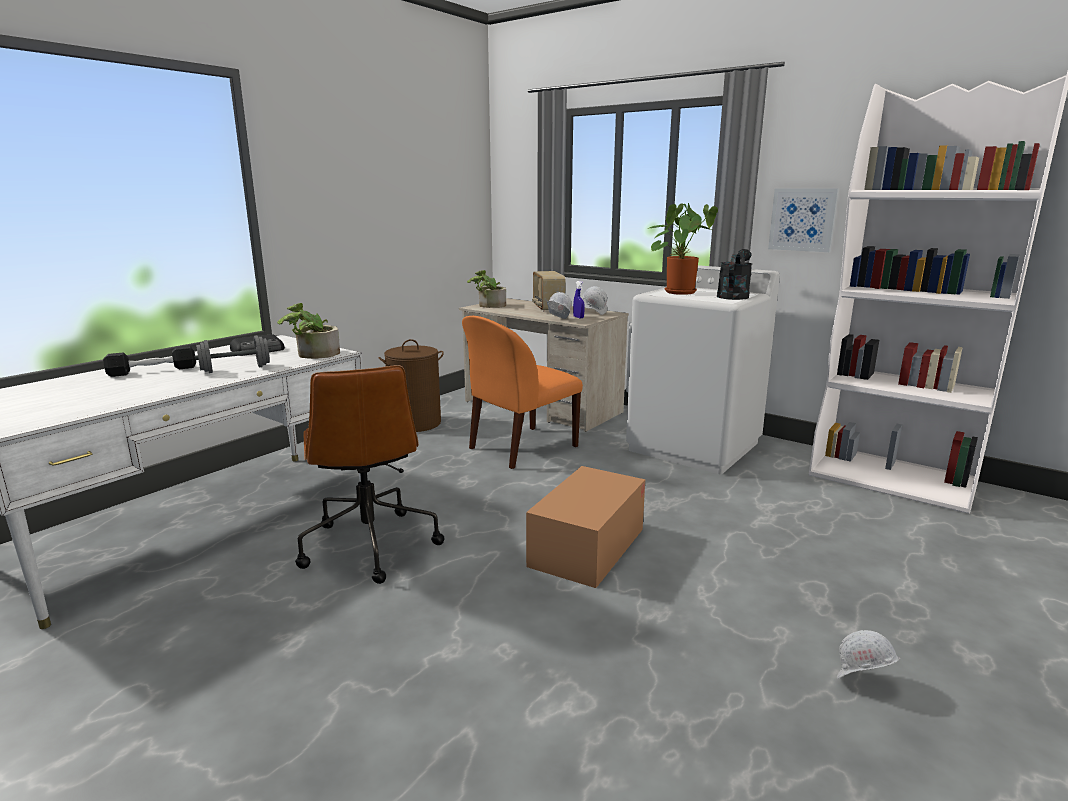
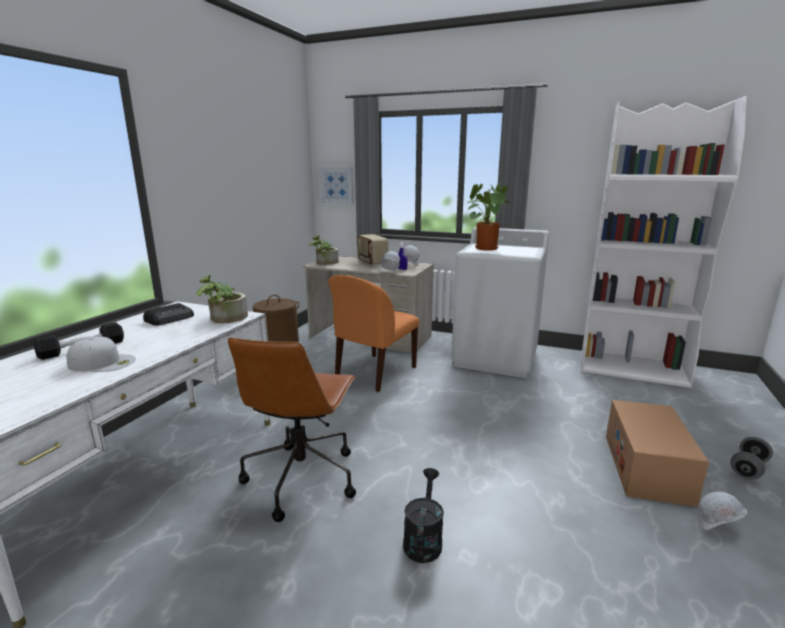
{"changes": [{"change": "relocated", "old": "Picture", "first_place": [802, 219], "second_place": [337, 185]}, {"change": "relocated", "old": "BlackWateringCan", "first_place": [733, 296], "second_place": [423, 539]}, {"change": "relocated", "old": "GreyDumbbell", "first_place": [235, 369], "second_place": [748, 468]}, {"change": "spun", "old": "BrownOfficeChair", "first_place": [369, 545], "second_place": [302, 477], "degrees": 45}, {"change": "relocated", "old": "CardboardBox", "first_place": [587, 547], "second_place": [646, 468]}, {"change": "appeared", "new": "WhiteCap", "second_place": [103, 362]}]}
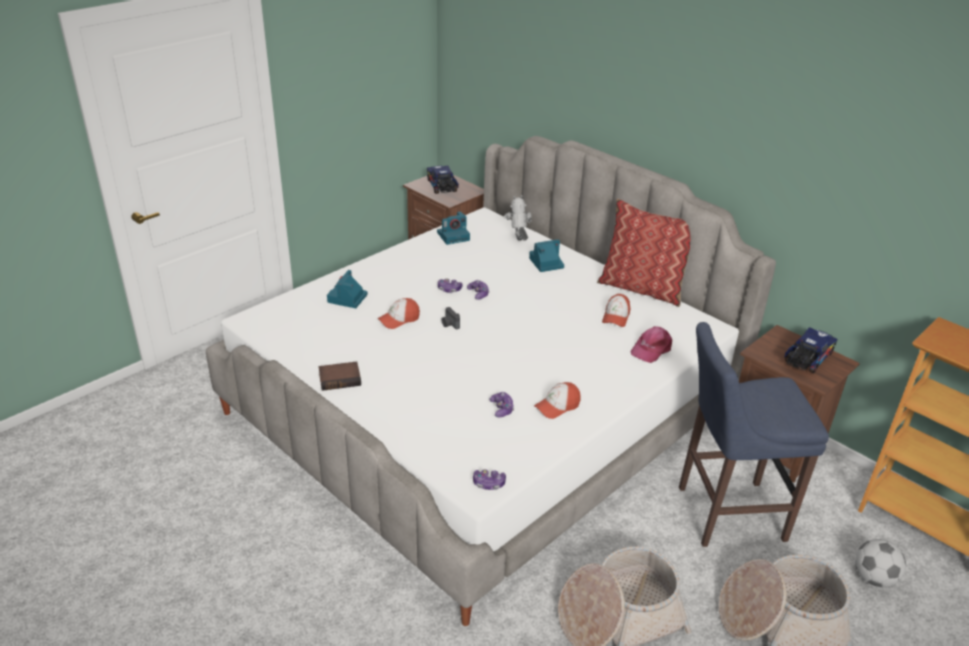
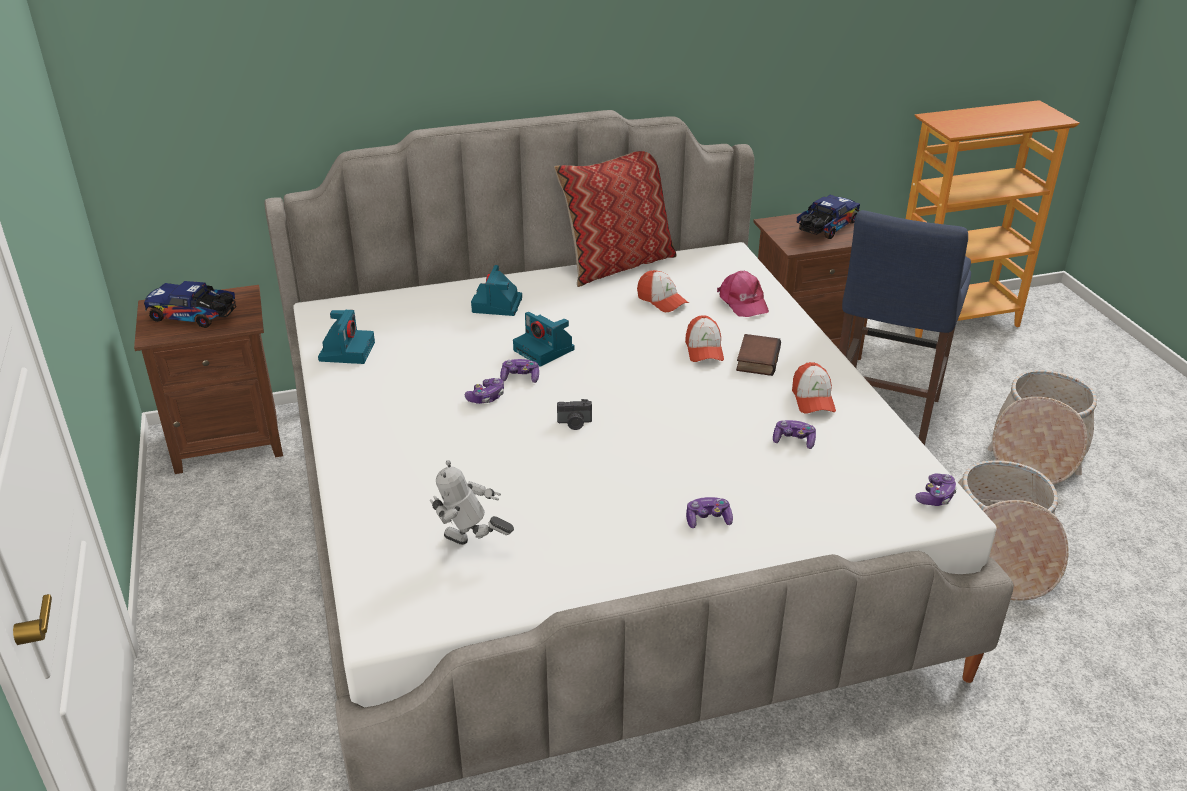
{"changes": [{"change": "relocated", "old": "ToyRobot", "first_place": [518, 242], "second_place": [471, 547]}, {"change": "relocated", "old": "PhotoCamera", "first_place": [347, 299], "second_place": [545, 350]}, {"change": "relocated", "old": "Cap", "first_place": [399, 319], "second_place": [704, 350]}, {"change": "spun", "old": "ToyTruck", "first_place": [806, 359], "second_place": [825, 228], "degrees": 60}, {"change": "relocated", "old": "Book", "first_place": [340, 379], "second_place": [756, 359]}, {"change": "missing", "old": "Football", "first_place": [873, 578]}, {"change": "appeared", "new": "GameController", "second_place": [708, 519]}]}
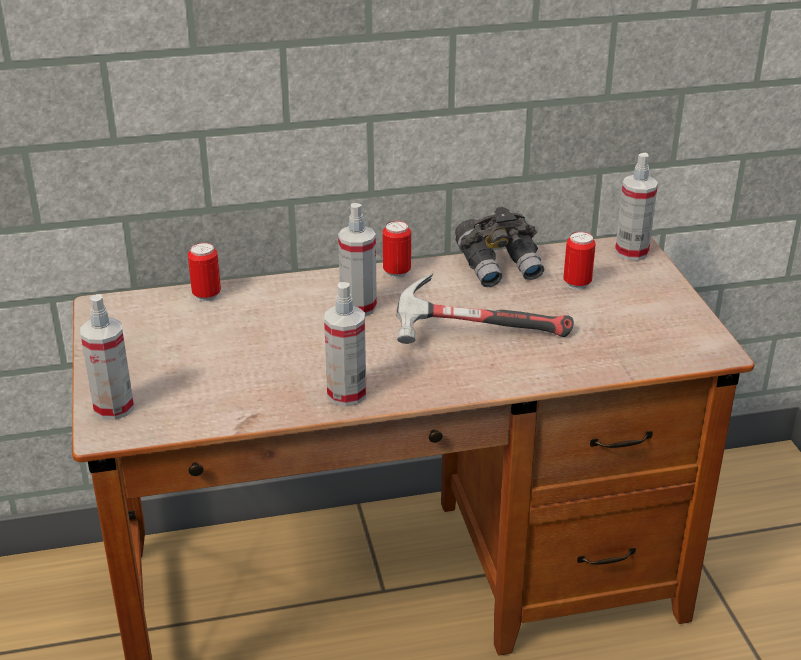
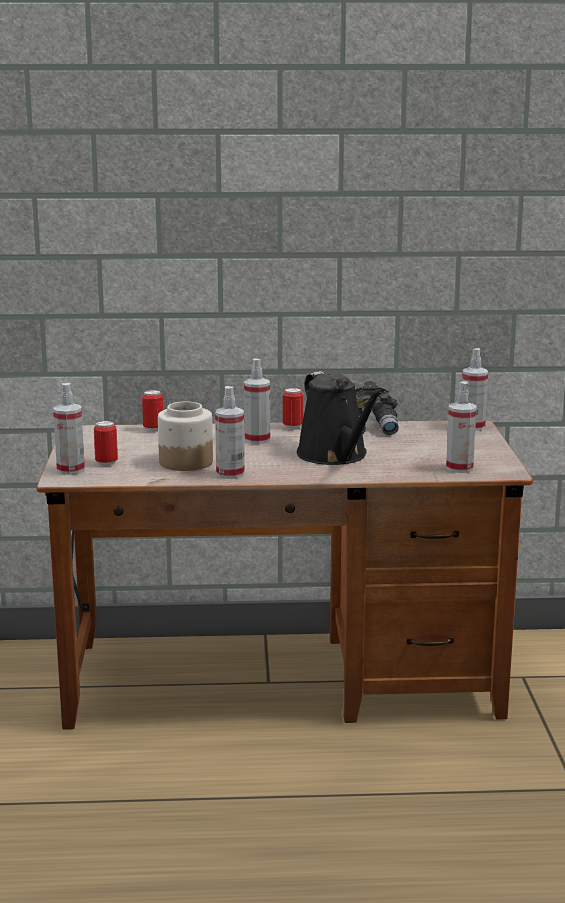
{"changes": [{"change": "relocated", "old": "Can", "first_place": [577, 284], "second_place": [106, 463]}, {"change": "exchanged", "old": "Hammer", "new": "BlackWateringCan", "first_place": [477, 335], "second_place": [335, 456]}, {"change": "appeared", "new": "SprayBottle", "second_place": [459, 468]}, {"change": "appeared", "new": "Jar", "second_place": [185, 462]}]}
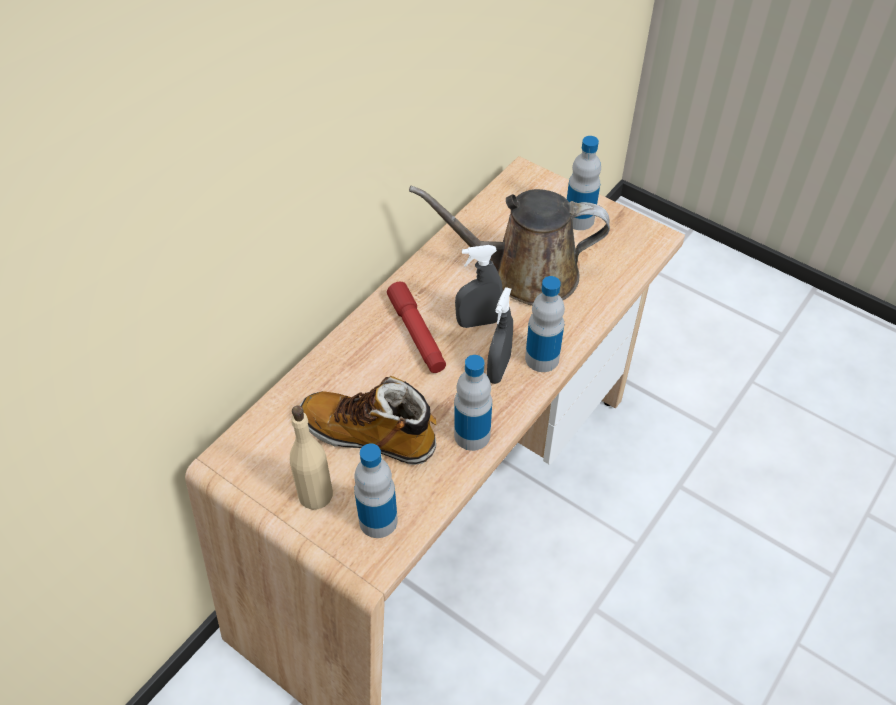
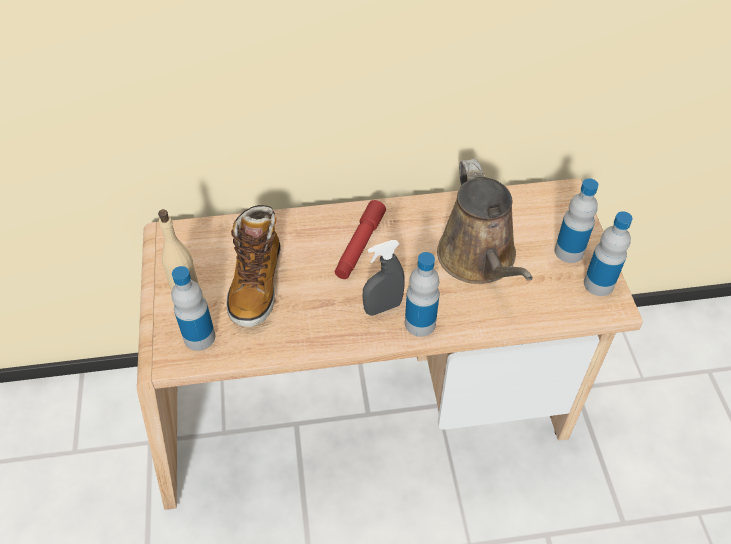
{"changes": [{"change": "spun", "old": "BrownWateringCan", "first_place": [524, 274], "second_place": [479, 260], "degrees": -150}, {"change": "missing", "old": "GreySprayBottle", "first_place": [478, 322]}, {"change": "relocated", "old": "Bottle", "first_place": [472, 435], "second_place": [598, 284]}, {"change": "spun", "old": "Boot", "first_place": [370, 435], "second_place": [256, 284], "degrees": -150}]}
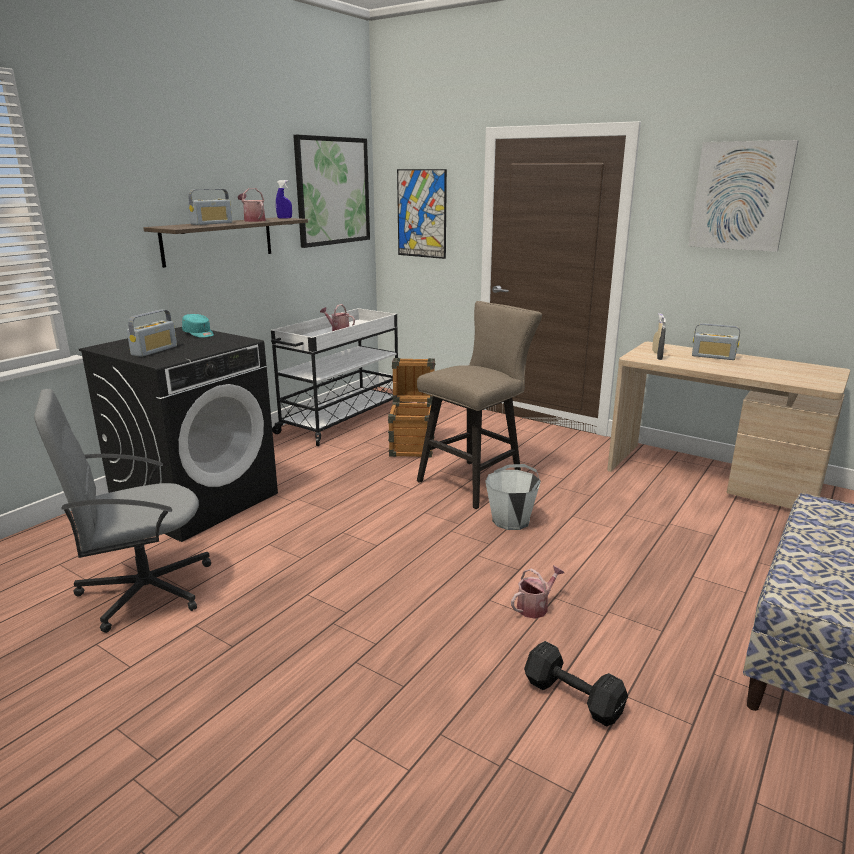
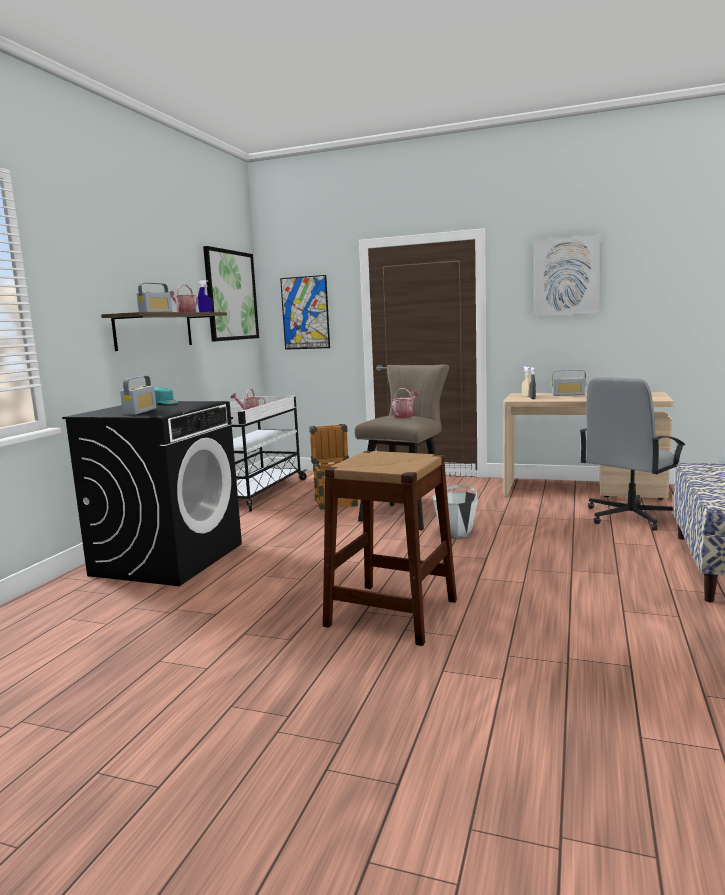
{"changes": [{"change": "relocated", "old": "GreyOfficeChair", "first_place": [144, 590], "second_place": [629, 517]}, {"change": "relocated", "old": "WateringCan", "first_place": [535, 606], "second_place": [405, 416]}, {"change": "missing", "old": "BlackDumbbell", "first_place": [571, 696]}, {"change": "appeared", "new": "BrownStool", "second_place": [392, 612]}]}
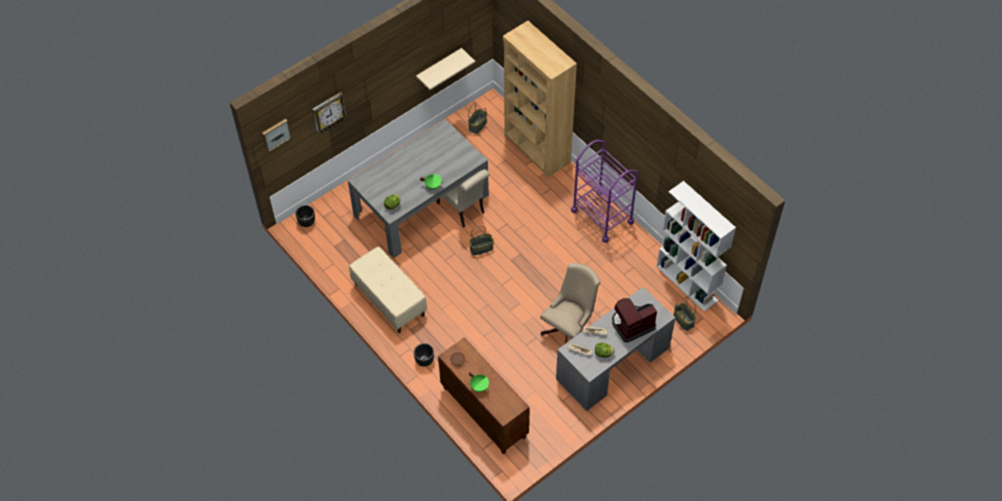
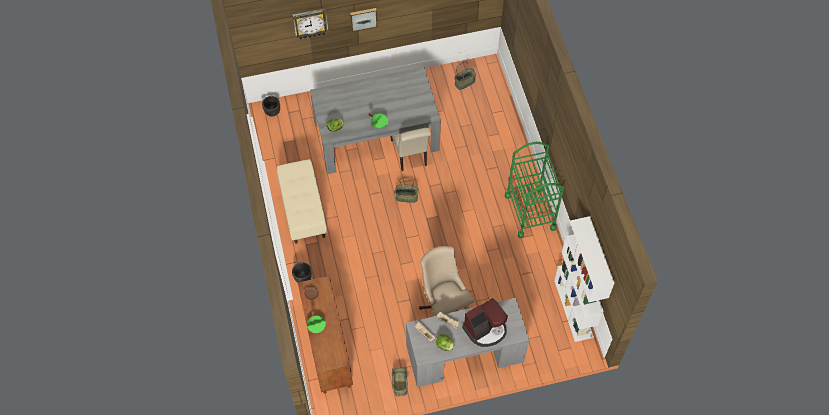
{"changes": [{"change": "missing", "old": "BrownBookcase", "first_place": [537, 149]}, {"change": "missing", "old": "BeigeShelf", "first_place": [439, 67]}, {"change": "relocated", "old": "Picture", "first_place": [276, 134], "second_place": [363, 18]}, {"change": "colour", "old": "PurpleCart", "new": "GreenCart", "first_place": [602, 216], "second_place": [530, 212]}, {"change": "spun", "old": "BeigeOfficeChair", "first_place": [569, 328], "second_place": [444, 304], "degrees": -90}, {"change": "spun", "old": "CoffeeMachine", "first_place": [632, 324], "second_place": [485, 329], "degrees": 150}, {"change": "relocated", "old": "Basket", "first_place": [684, 320], "second_place": [400, 384]}]}
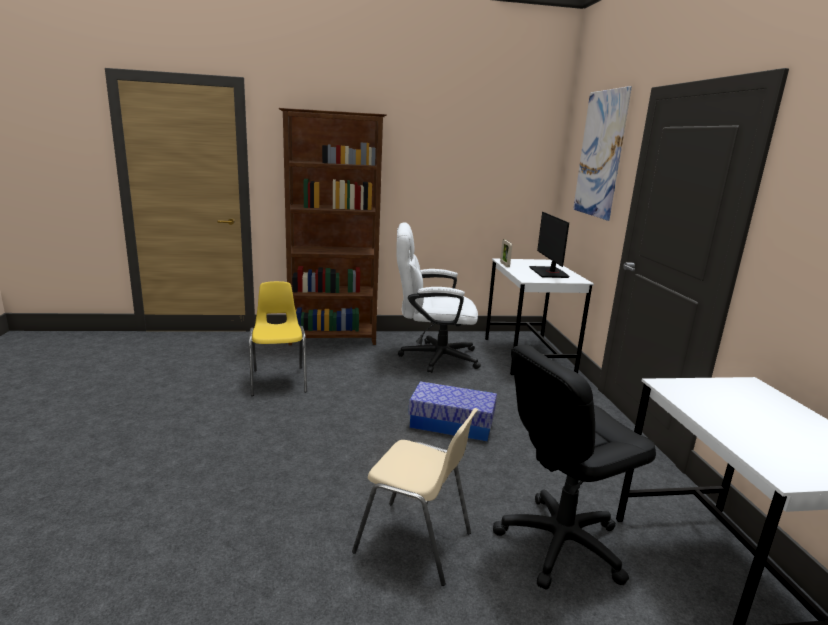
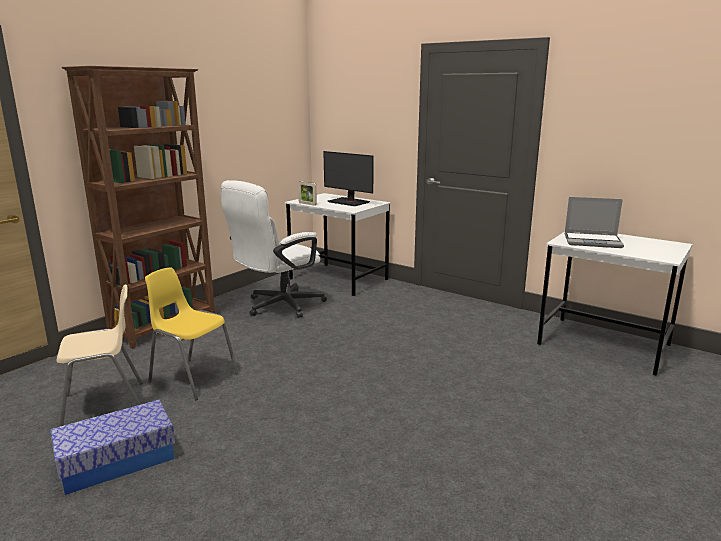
{"changes": [{"change": "missing", "old": "Picture", "first_place": [600, 154]}, {"change": "missing", "old": "BlackOfficeChair", "first_place": [560, 543]}, {"change": "relocated", "old": "StorageBox", "first_place": [451, 424], "second_place": [117, 461]}, {"change": "relocated", "old": "BeigeChair", "first_place": [415, 542], "second_place": [105, 404]}, {"change": "appeared", "new": "Laptop", "second_place": [593, 241]}]}
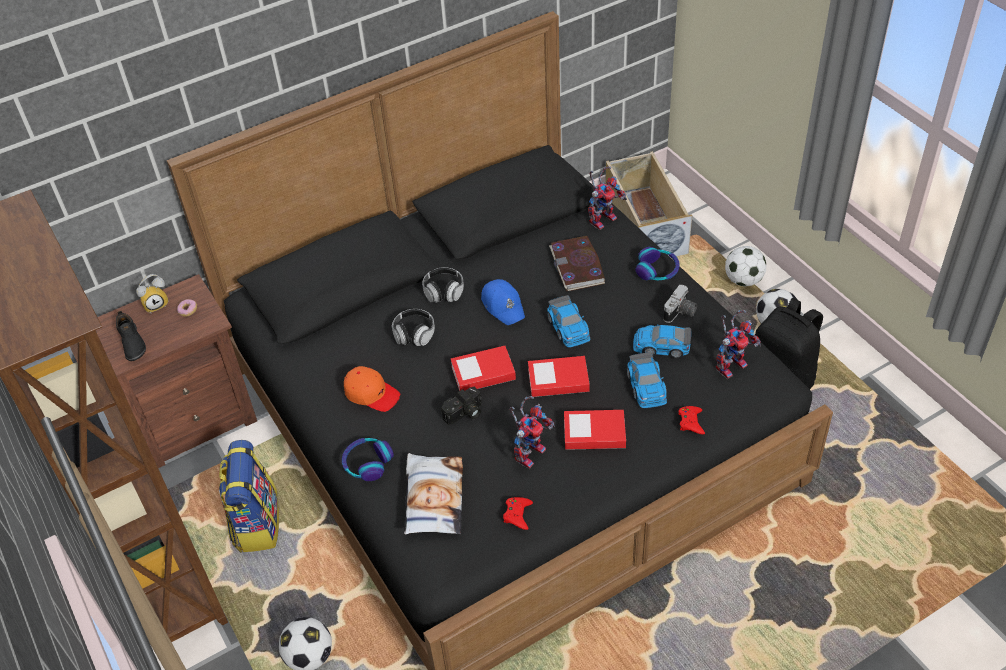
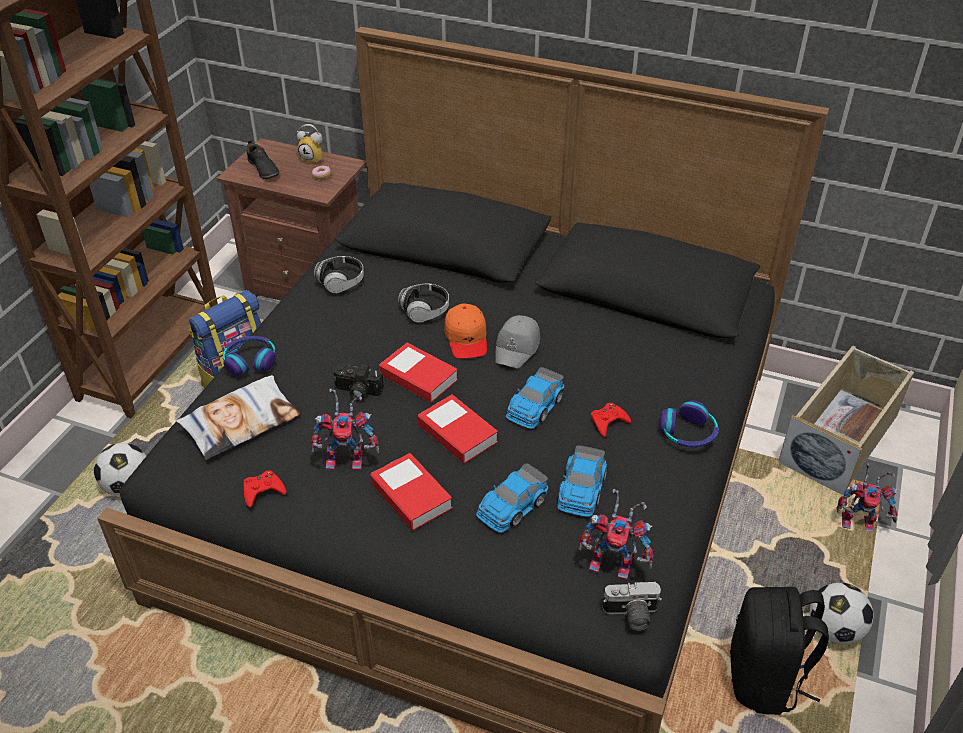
{"changes": [{"change": "relocated", "old": "ToyRobot", "first_place": [603, 218], "second_place": [860, 521]}, {"change": "missing", "old": "Book", "first_place": [577, 266]}, {"change": "missing", "old": "Football", "first_place": [744, 280]}, {"change": "relocated", "old": "Headphones", "first_place": [444, 292], "second_place": [341, 282]}, {"change": "colour", "old": "BlueCap", "new": "GreyCap", "first_place": [503, 306], "second_place": [517, 347]}, {"change": "relocated", "old": "PhotoCamera", "first_place": [680, 313], "second_place": [631, 616]}, {"change": "spun", "old": "BlackShoe", "first_place": [131, 343], "second_place": [263, 169], "degrees": -60}, {"change": "spun", "old": "ToyCar", "first_place": [661, 345], "second_place": [581, 489], "degrees": -135}, {"change": "relocated", "old": "OrangeCap", "first_place": [371, 393], "second_place": [467, 338]}, {"change": "relocated", "old": "RedGameController", "first_place": [691, 422], "second_place": [608, 422]}]}
